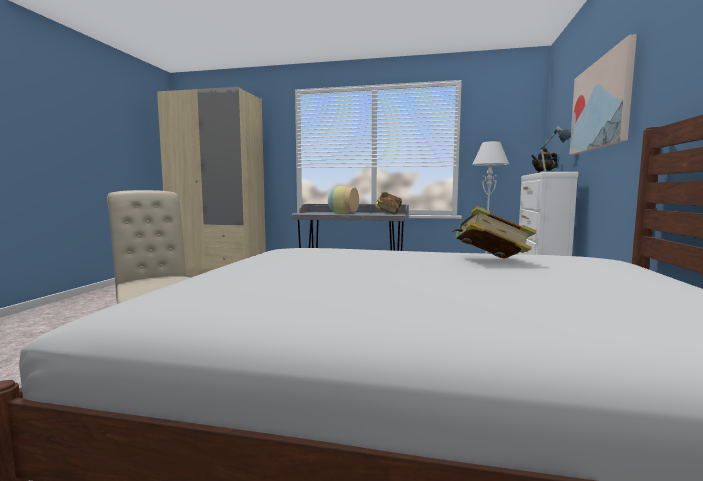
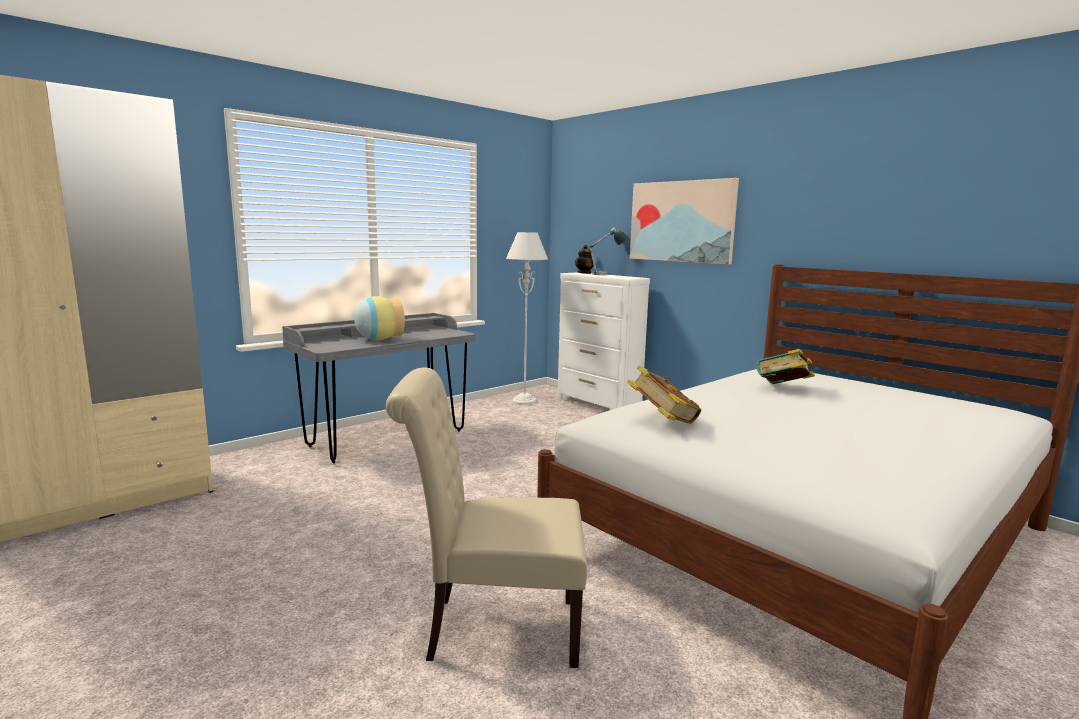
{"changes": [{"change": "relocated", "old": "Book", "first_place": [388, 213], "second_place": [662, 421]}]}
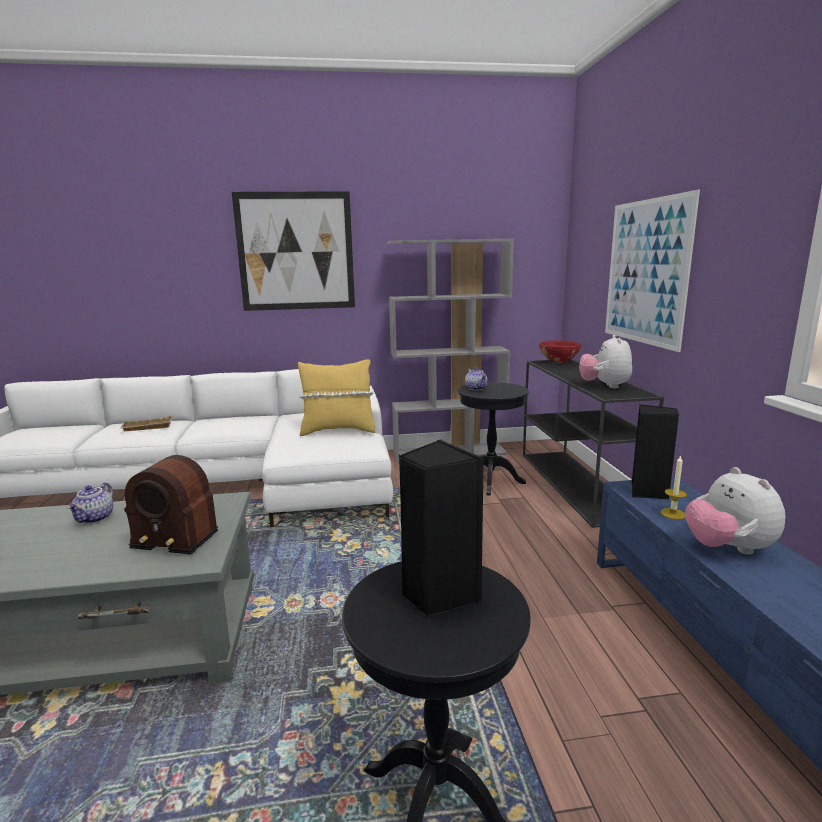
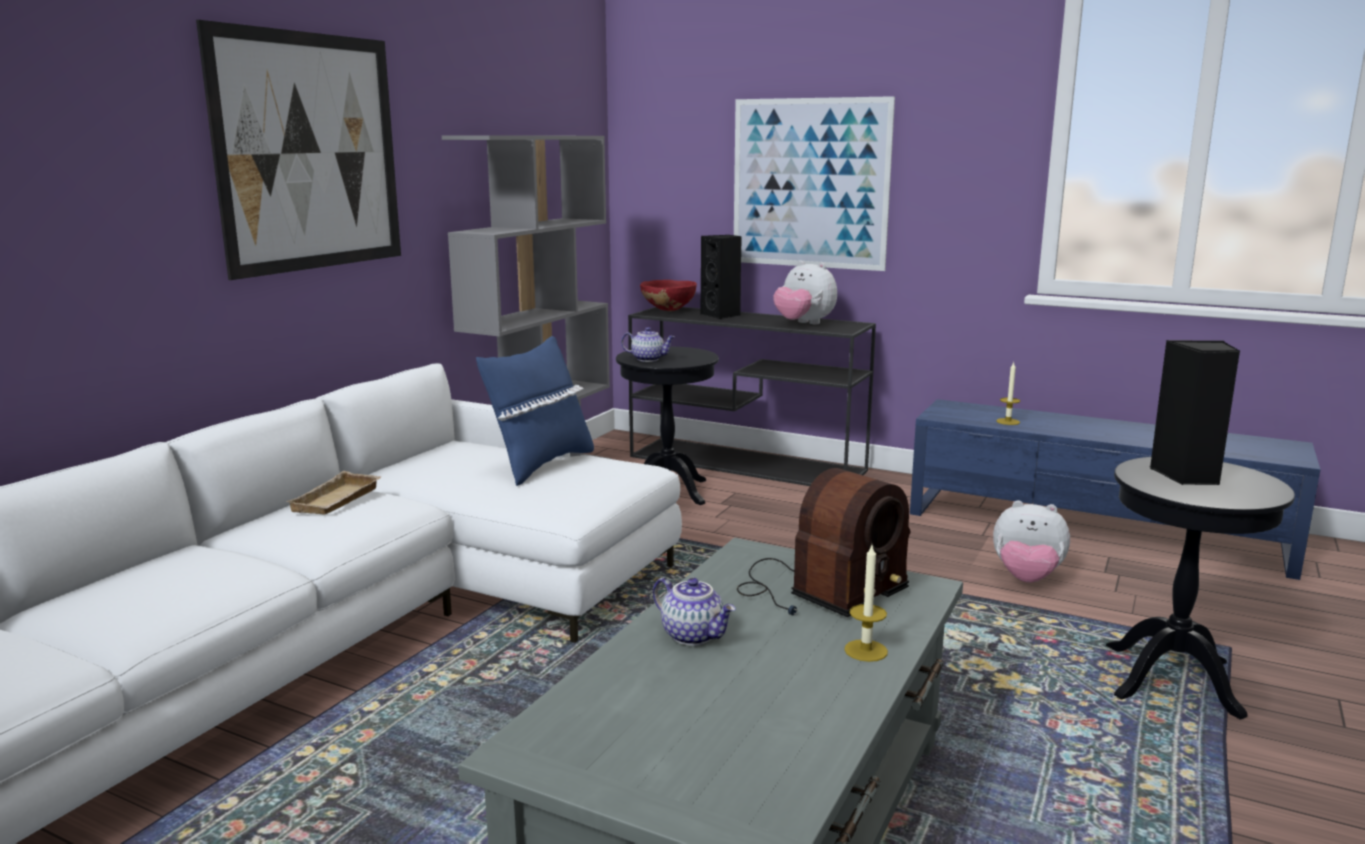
{"changes": [{"change": "colour", "old": "YellowPillow", "new": "BluePillow", "first_place": [338, 430], "second_place": [540, 465]}, {"change": "relocated", "old": "BlackSpeaker", "first_place": [649, 492], "second_place": [721, 315]}, {"change": "relocated", "old": "BeigeTray", "first_place": [146, 428], "second_place": [337, 501]}, {"change": "relocated", "old": "PlushToy", "first_place": [728, 548], "second_place": [1026, 579]}, {"change": "appeared", "new": "Candle", "second_place": [866, 650]}]}
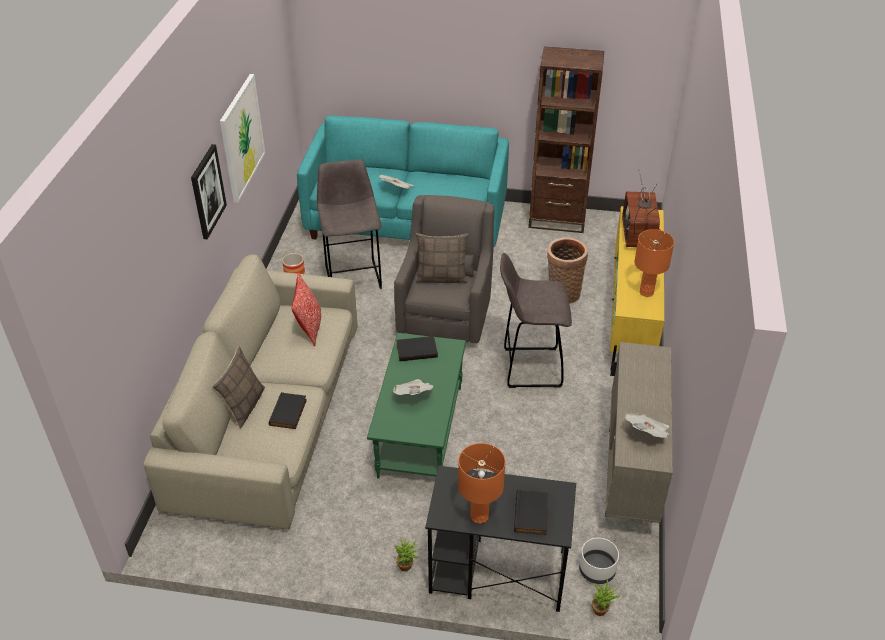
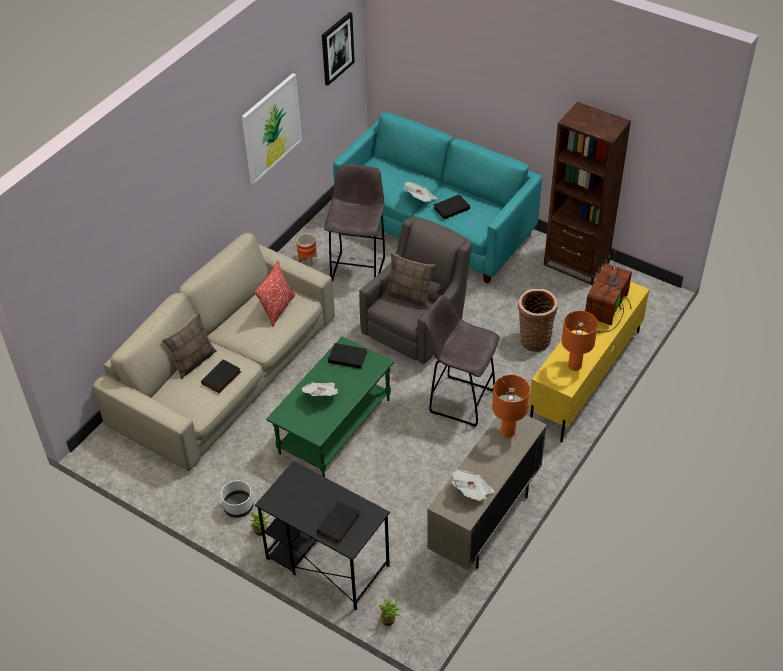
{"changes": [{"change": "relocated", "old": "Picture", "first_place": [207, 191], "second_place": [337, 48]}, {"change": "relocated", "old": "OrangeTableLamp", "first_place": [479, 516], "second_place": [507, 432]}, {"change": "relocated", "old": "WhitePlanter", "first_place": [597, 570], "second_place": [238, 507]}, {"change": "appeared", "new": "BlackBook", "second_place": [451, 208]}]}
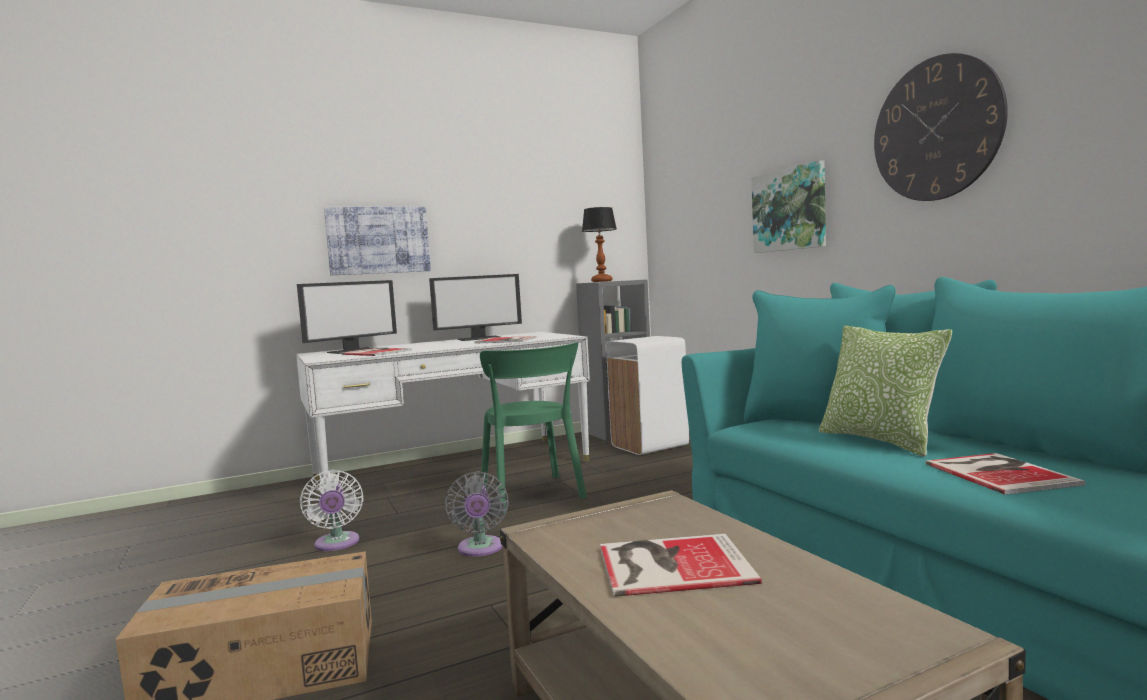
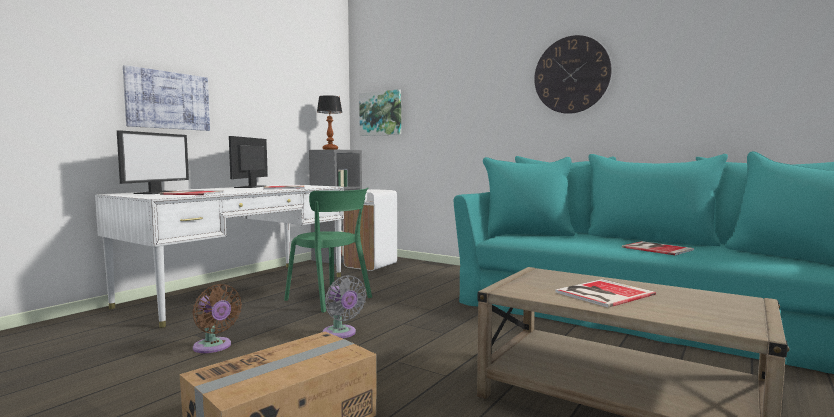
{"changes": [{"change": "relocated", "old": "Picture", "first_place": [789, 209], "second_place": [381, 113]}, {"change": "spun", "old": "Monitor", "first_place": [479, 338], "second_place": [251, 187], "degrees": 150}, {"change": "missing", "old": "Pillow", "first_place": [880, 440]}, {"change": "colour", "old": "WhiteFan", "new": "BrownFan", "first_place": [336, 544], "second_place": [214, 347]}]}
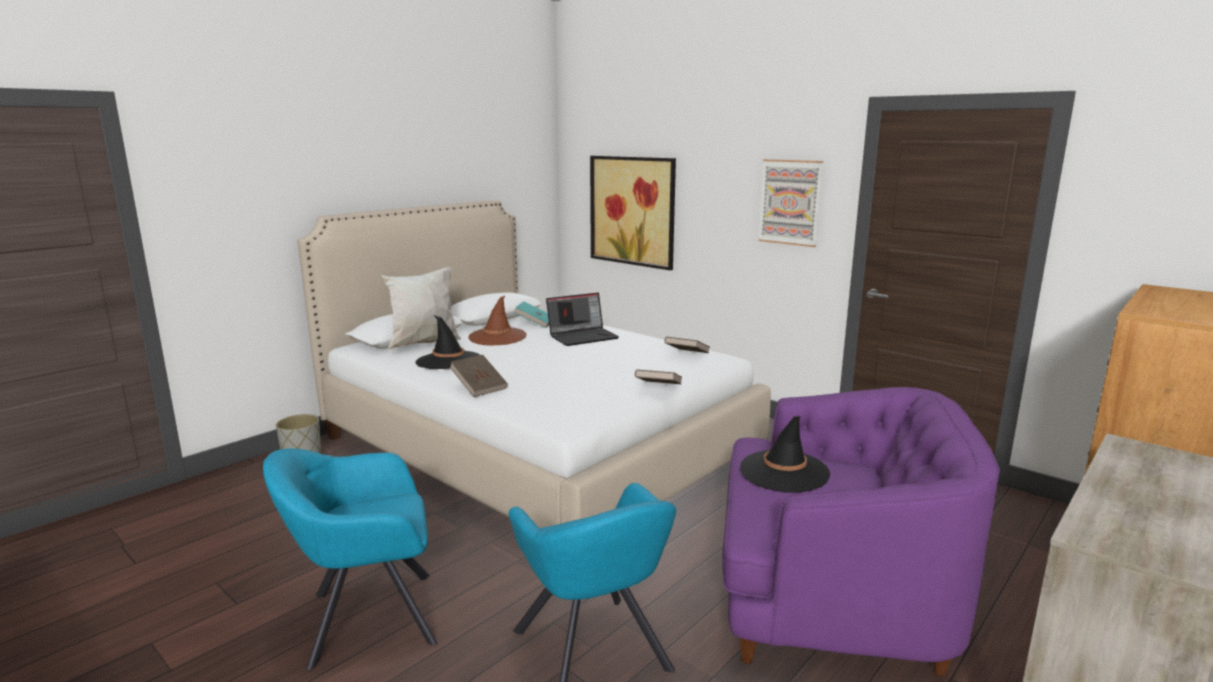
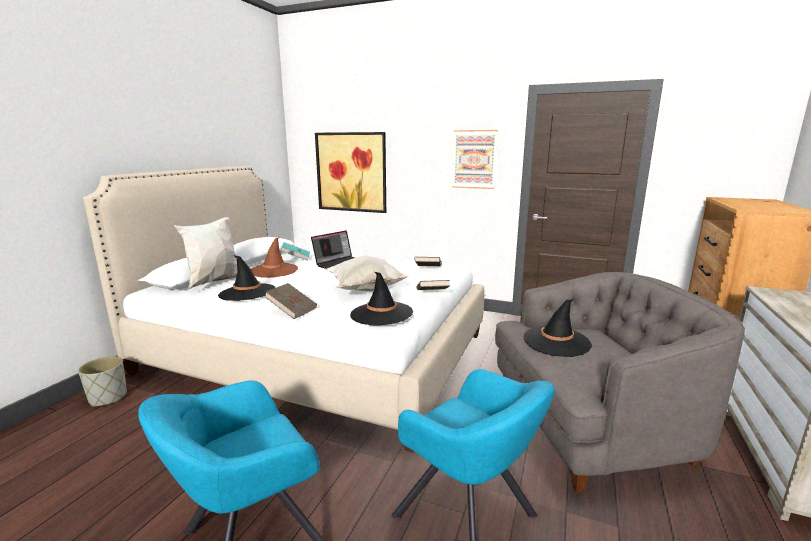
{"changes": [{"change": "colour", "old": "PurpleArmchair", "new": "GreyArmchair", "first_place": [829, 595], "second_place": [589, 424]}, {"change": "appeared", "new": "WhitePillow", "second_place": [364, 290]}, {"change": "appeared", "new": "BlackHat", "second_place": [381, 314]}]}
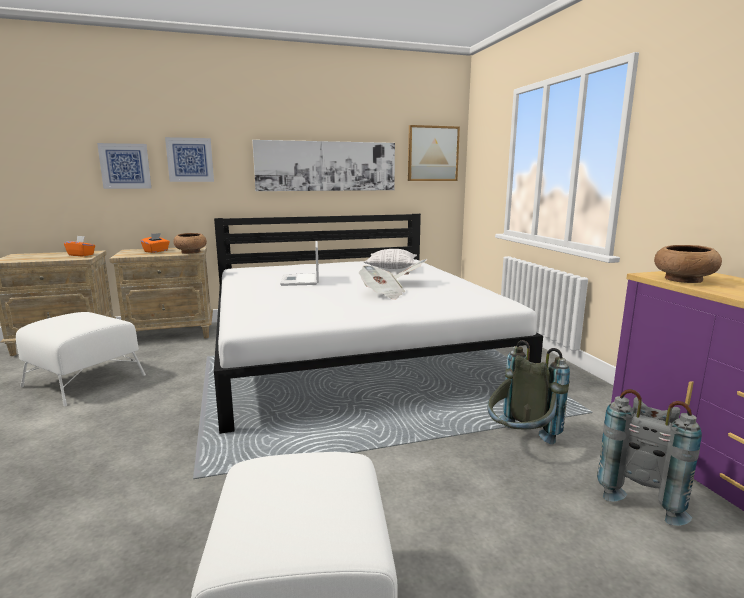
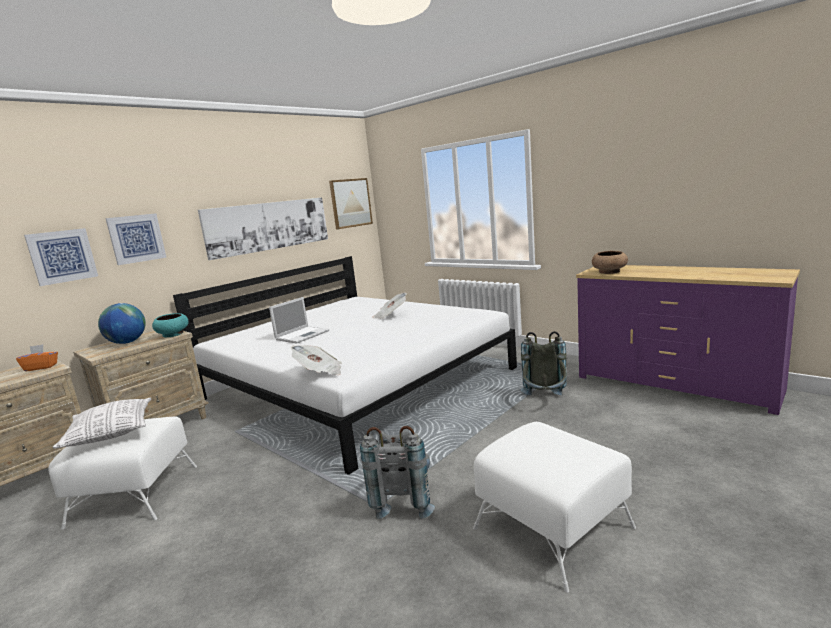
{"changes": [{"change": "exchanged", "old": "OrangeTissueBox", "new": "Globe", "first_place": [156, 251], "second_place": [127, 342]}, {"change": "colour", "old": "BrownBowl", "new": "TurquoiseBowl", "first_place": [191, 252], "second_place": [173, 334]}, {"change": "spun", "old": "Laptop", "first_place": [300, 280], "second_place": [303, 335], "degrees": -105}, {"change": "relocated", "old": "Pillow", "first_place": [391, 267], "second_place": [111, 433]}, {"change": "relocated", "old": "Newspaper", "first_place": [382, 294], "second_place": [320, 372]}, {"change": "relocated", "old": "GreyBackpack", "first_place": [642, 494], "second_place": [404, 500]}]}
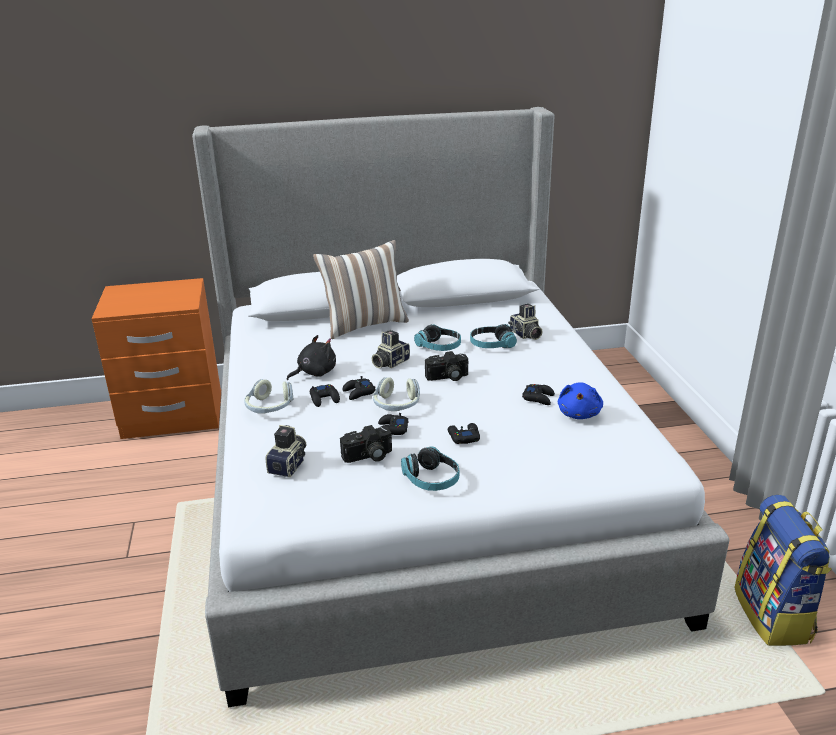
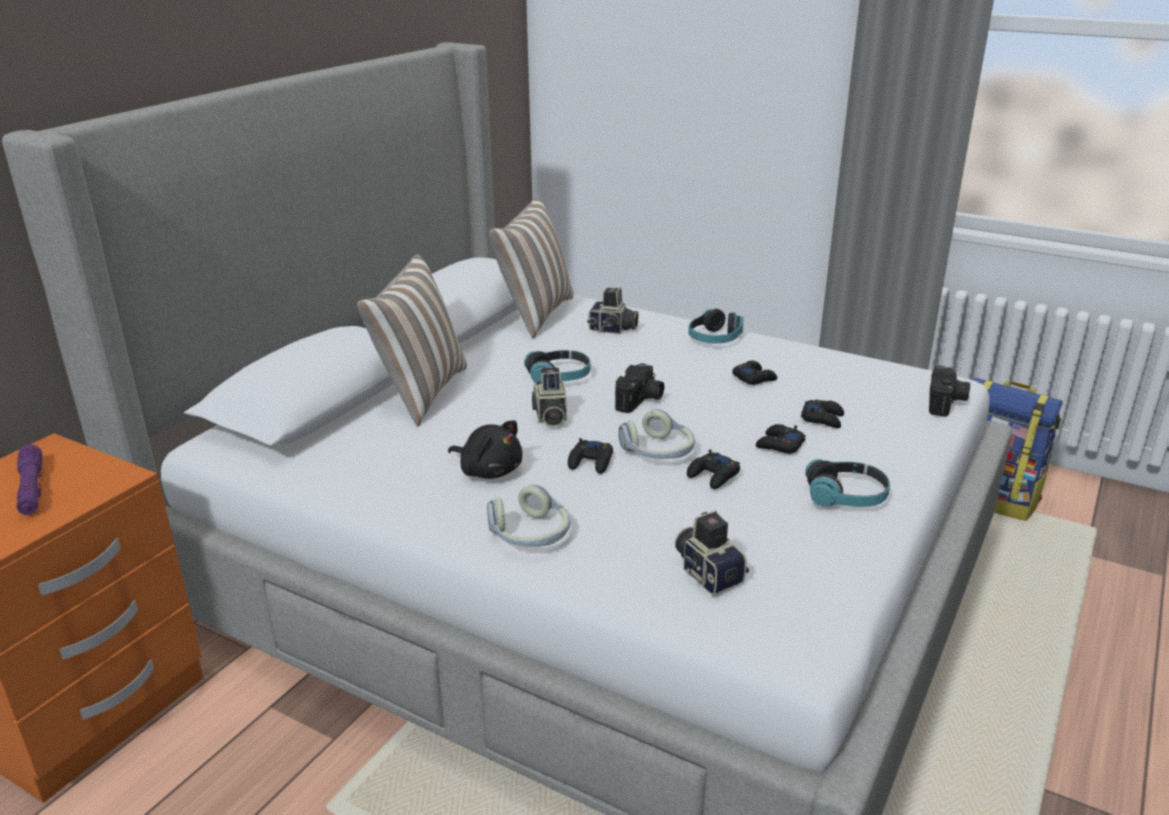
{"changes": [{"change": "relocated", "old": "Headphones", "first_place": [492, 345], "second_place": [715, 339]}, {"change": "spun", "old": "BlackPlushToy", "first_place": [314, 373], "second_place": [489, 470], "degrees": 120}, {"change": "missing", "old": "BluePlushToy", "first_place": [579, 414]}, {"change": "relocated", "old": "BlackGameController", "first_place": [324, 399], "second_place": [822, 418]}, {"change": "relocated", "old": "PhotoCamera", "first_place": [368, 456], "second_place": [946, 403]}, {"change": "appeared", "new": "Pillow", "second_place": [534, 314]}, {"change": "appeared", "new": "PurpleFlashlight", "second_place": [31, 488]}]}
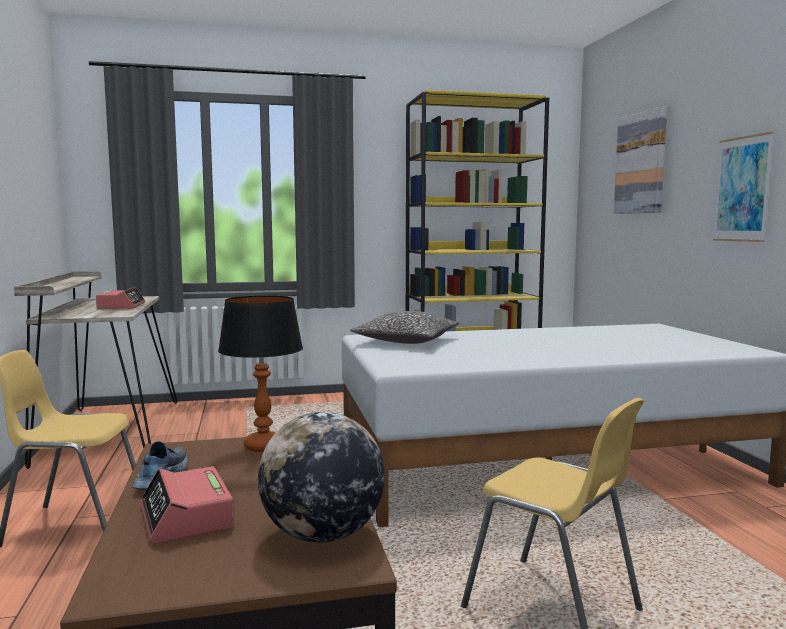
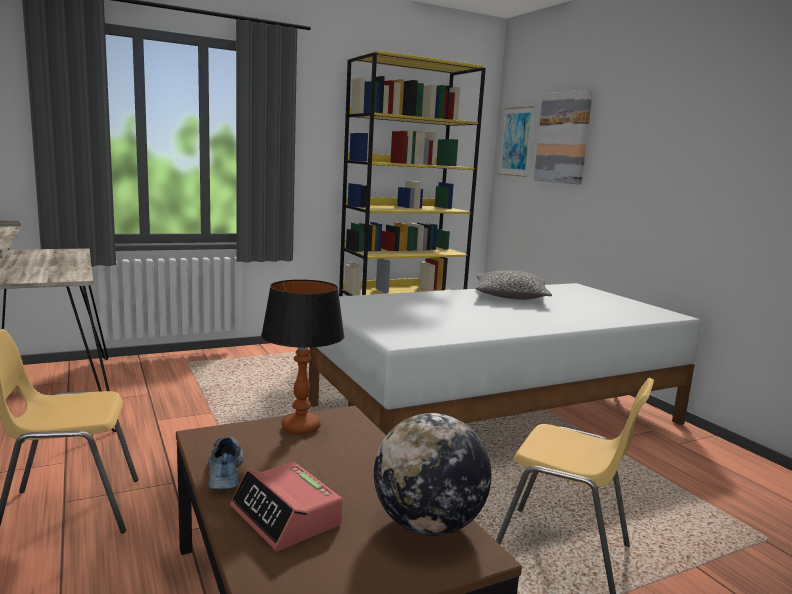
{"changes": [{"change": "relocated", "old": "Picture", "first_place": [742, 189], "second_place": [516, 142]}, {"change": "missing", "old": "AlarmClock", "first_place": [121, 306]}, {"change": "relocated", "old": "Pillow", "first_place": [406, 341], "second_place": [510, 296]}]}
